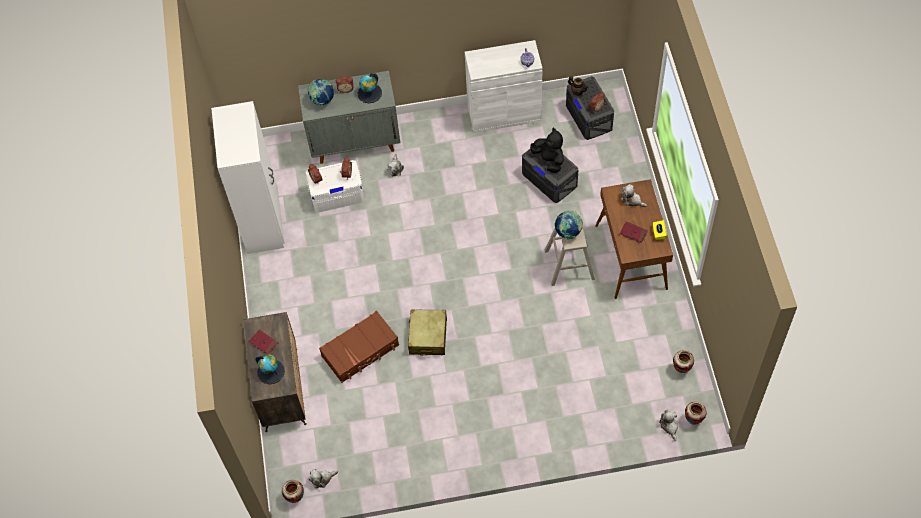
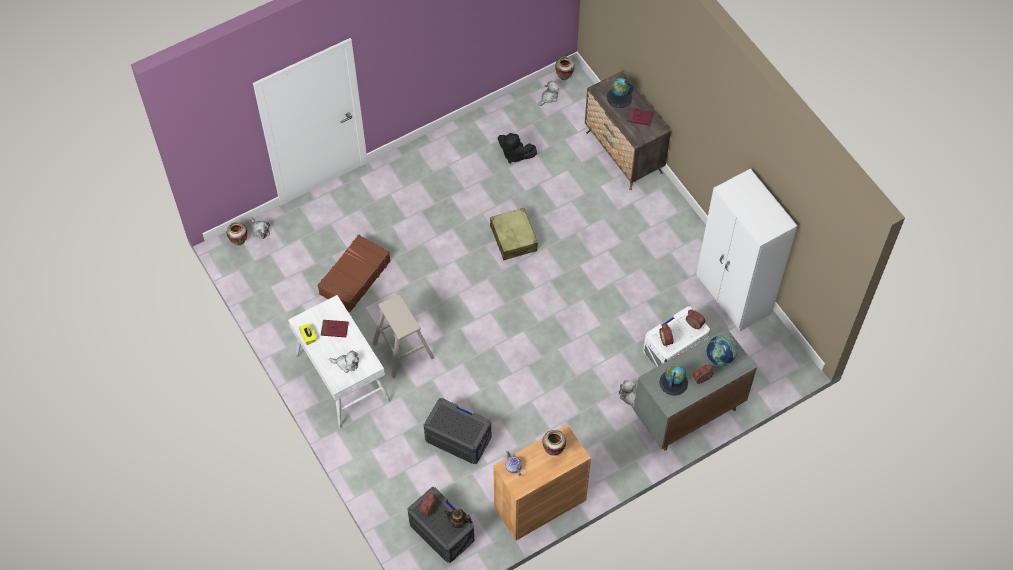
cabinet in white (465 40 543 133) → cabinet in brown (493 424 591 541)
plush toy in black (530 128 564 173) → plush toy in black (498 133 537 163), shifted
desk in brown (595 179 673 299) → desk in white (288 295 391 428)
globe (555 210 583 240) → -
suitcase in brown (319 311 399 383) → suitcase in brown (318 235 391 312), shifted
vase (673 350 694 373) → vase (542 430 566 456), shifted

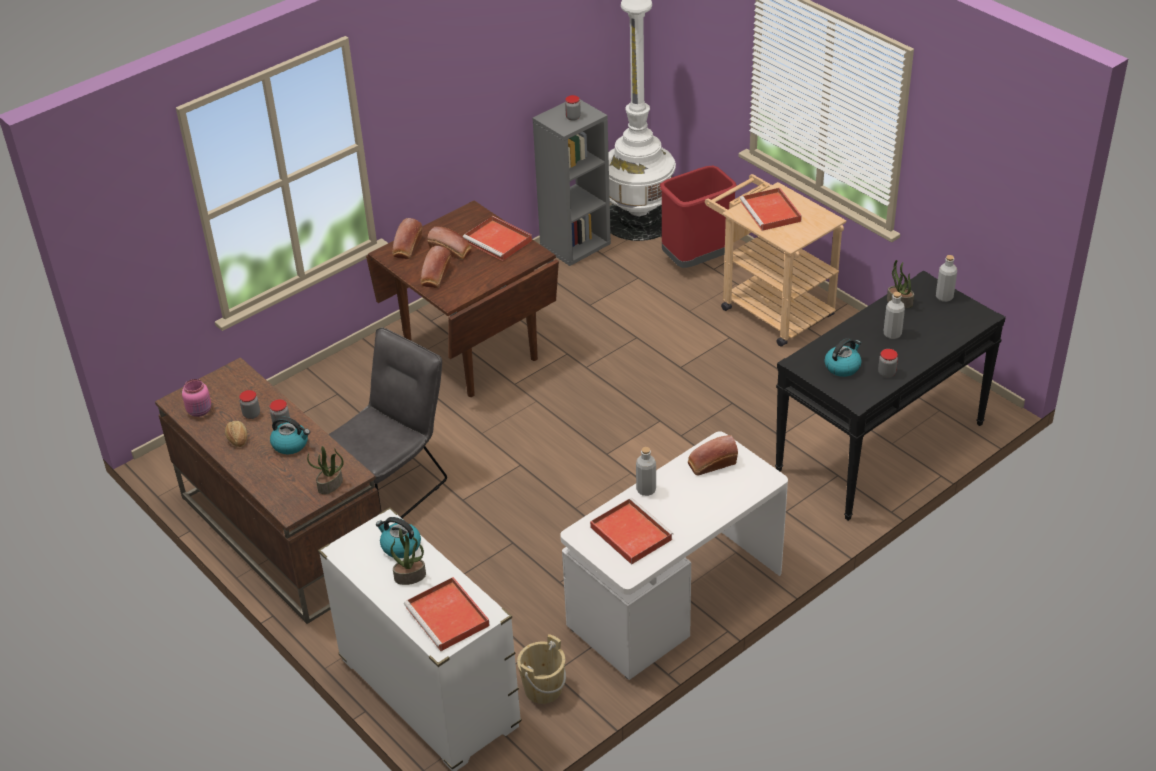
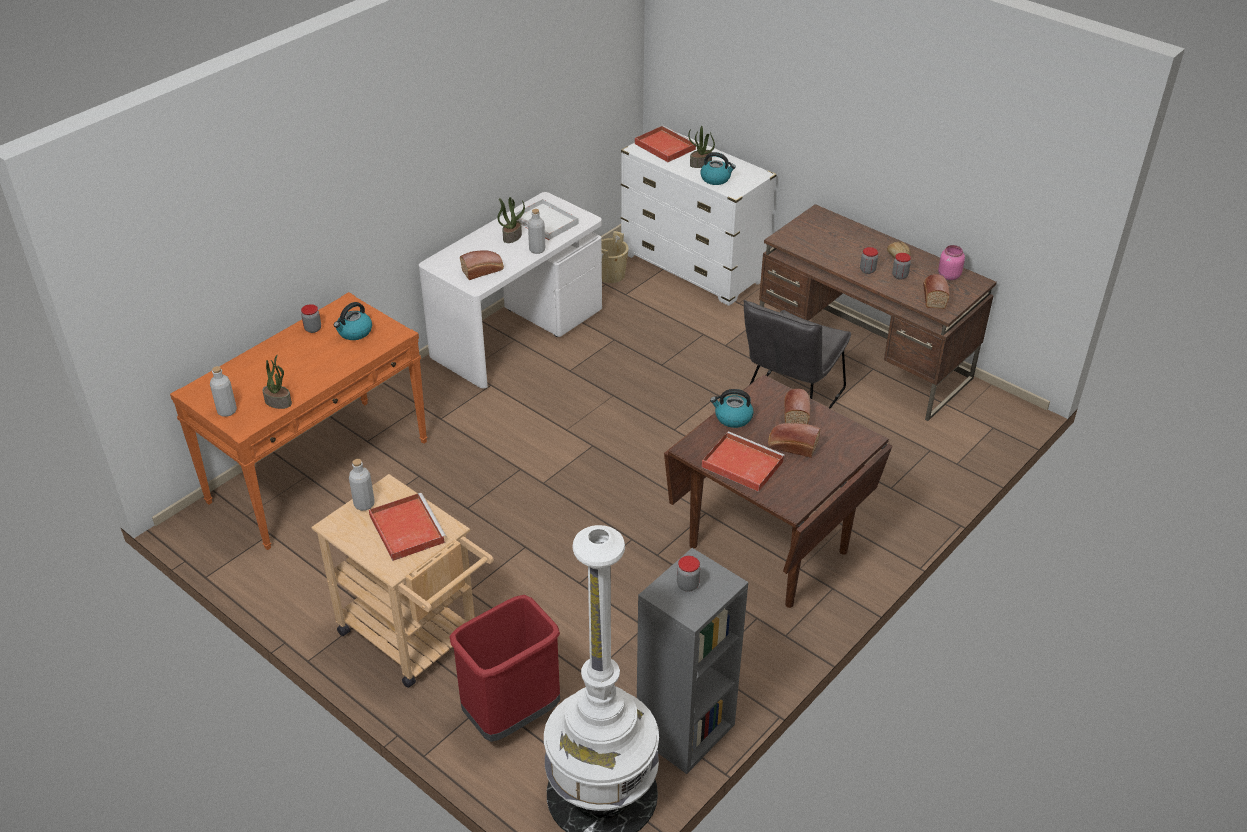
bread (392 218 422 259) → bread (923 274 950 309), shifted
console table in black (775 270 1006 521) → console table in orange (170 292 428 550)
bottle in grey (884 292 905 339) → bottle in grey (349 459 375 511), shifted
kettle (270 416 310 454) → kettle (710 389 754 428), shifted
potted plant (307 446 344 494) → potted plant (498 197 525 243), shifted
tray in red (590 498 674 565) → tray in white (515 199 579 240)

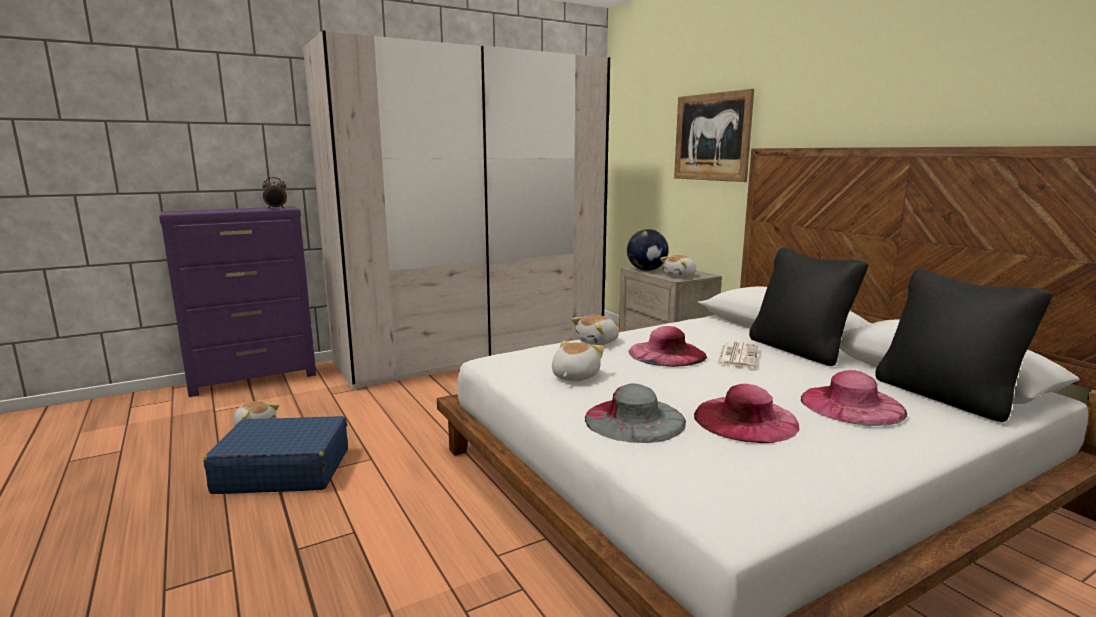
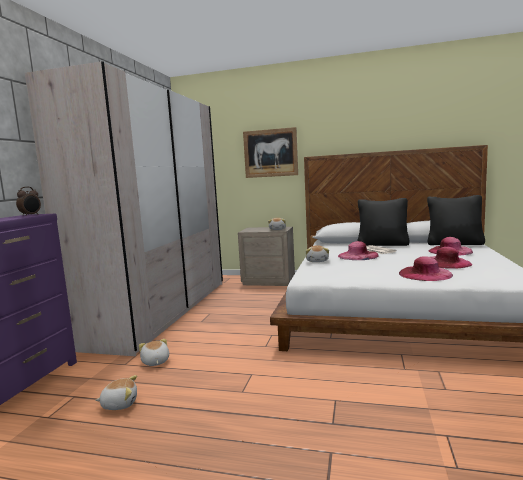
globe (627 229 669 271) → -
plush toy (552 341 604 381) → plush toy (139 339 169 366), shifted
hat in grey (585 384 686 443) → hat in pink (399 256 453 281)
suitcase in blue (203 416 348 494) → -

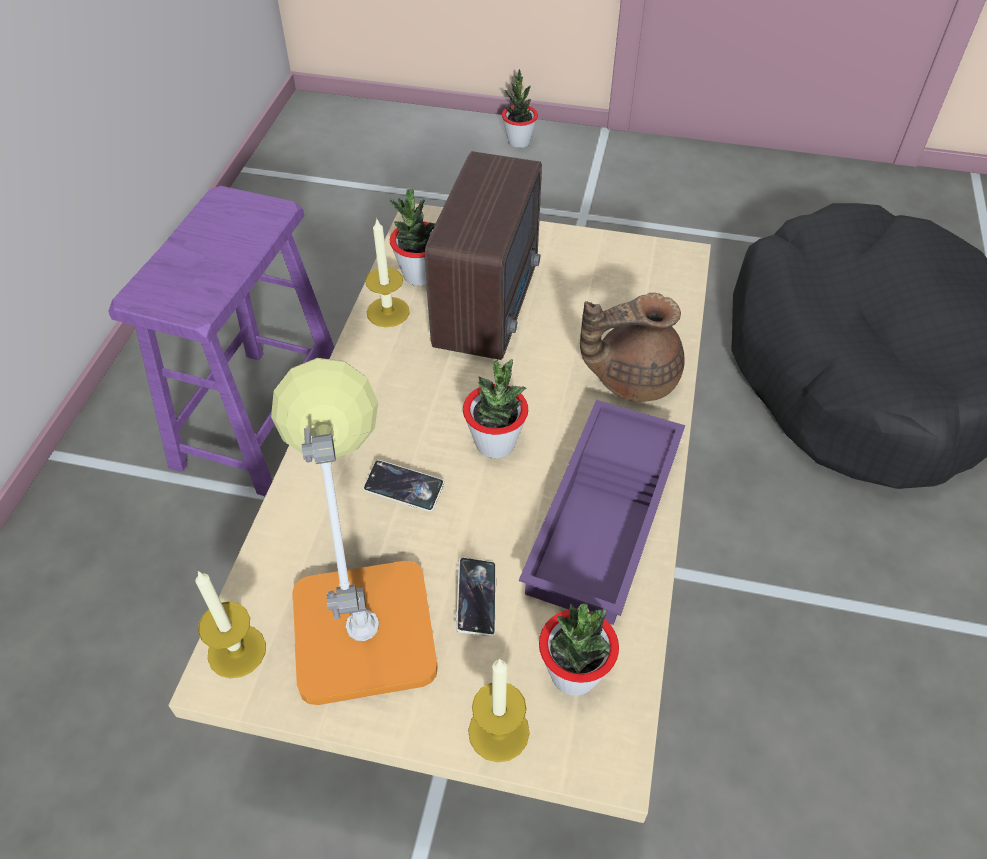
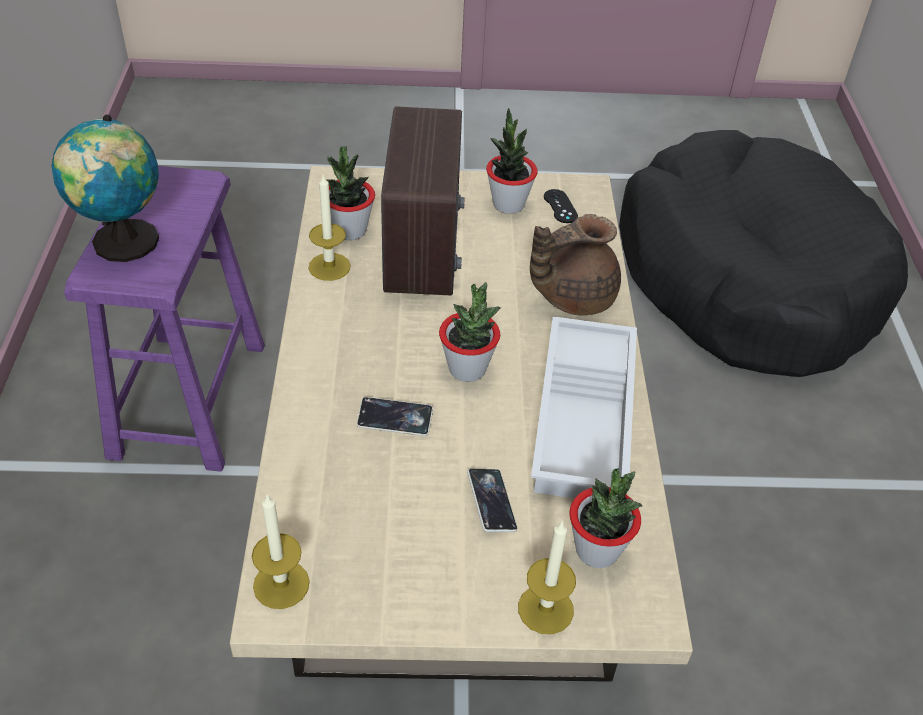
potted plant (502 69 538 148) → potted plant (486 108 538 214), shifted
table lamp (271 358 438 705) → -
tray in purple (519 400 685 625) → tray in white (531 316 637 498)
- → globe (52 114 159 262)
- → game controller in black (544 189 578 223)

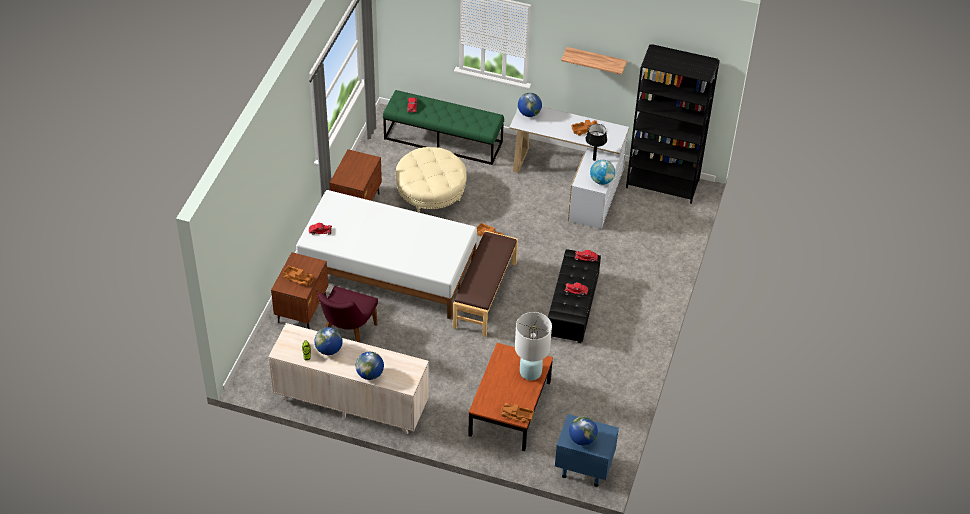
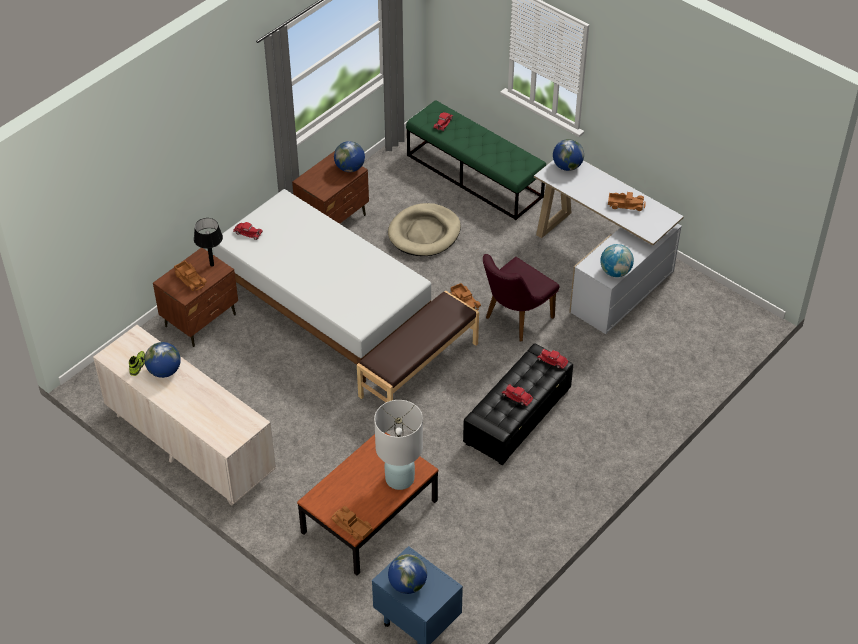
bookcase in black (626 44 720 204) → -
shelf (561 47 627 75) → -
table lamp in black (586 124 607 161) → table lamp in black (194 218 223 267), shifted
ottoman in beige (396 147 467 212) → dog bed in beige (388 203 461 256)
chair in purple (318 286 378 342) → chair in purple (483 254 560 341), shifted
globe (356 352 384 380) → globe (334 141 365 172), shifted

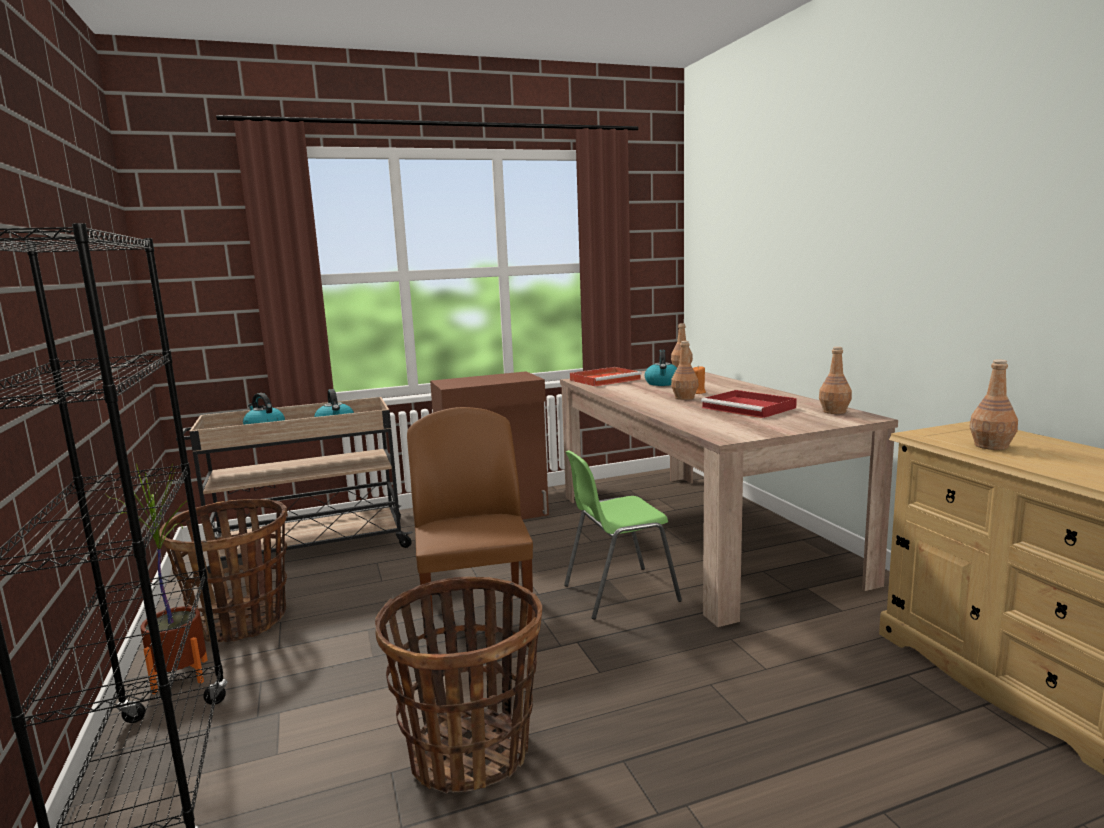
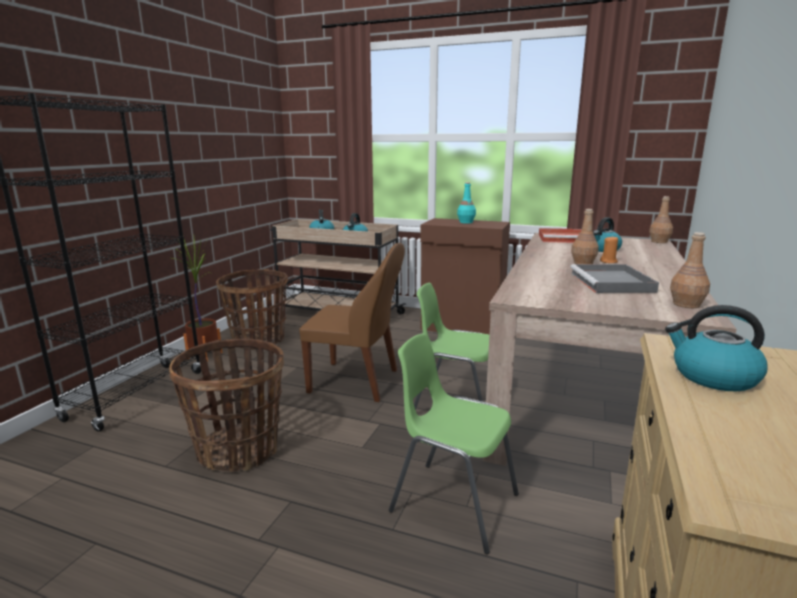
bottle in brown (970 360 1018 450) → kettle (665 305 768 391)
tray in red (701 390 797 418) → tray in grey (570 264 659 293)
chair in brown (407 407 533 625) → chair in brown (299 243 405 402), 75 degrees clockwise
- → bottle in turquoise (457 182 476 224)
- → chair in green (389 333 519 554)

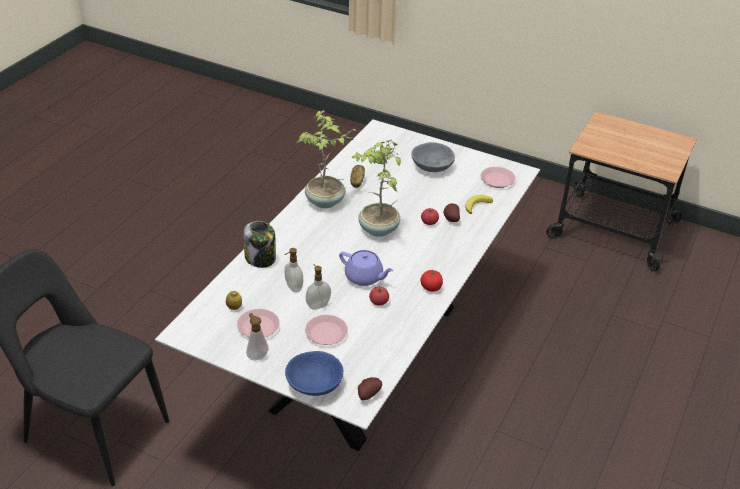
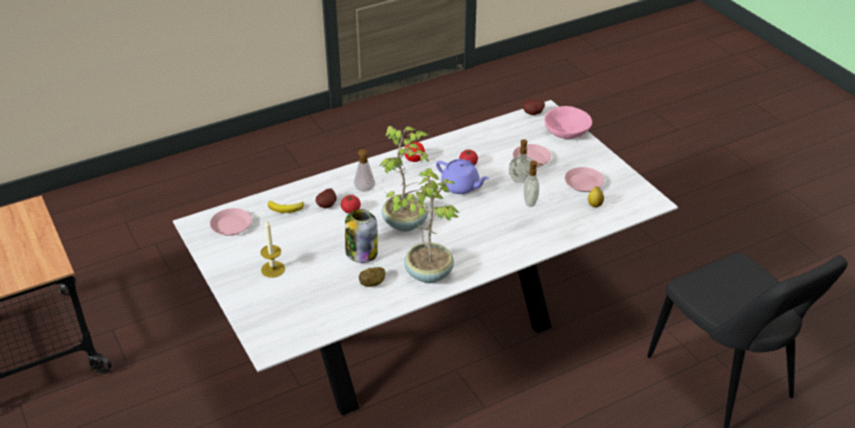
bowl in grey (411 142 455 172) → candle (260 220 285 278)
jar (244 221 276 268) → jar (345 209 378 263), shifted
teapot in purple (339 250 394 286) → teapot in purple (436 159 489 194), 150 degrees clockwise
soap dispenser (246 313 269 360) → soap dispenser (354 149 375 191), shifted
bowl in blue (285 351 343 396) → bowl in pink (544 106 592 139)

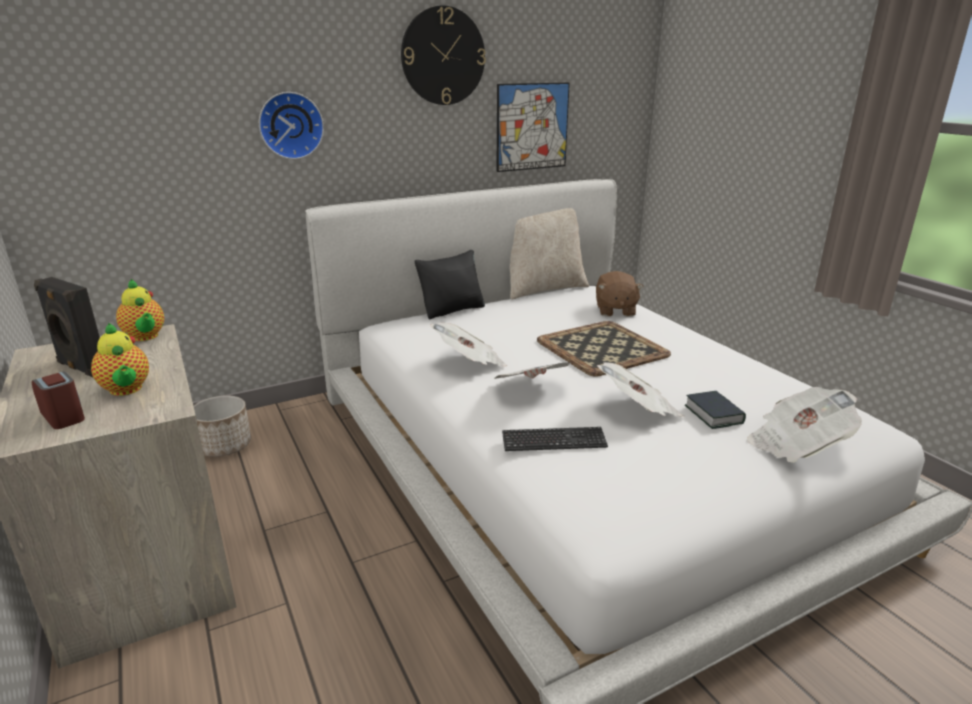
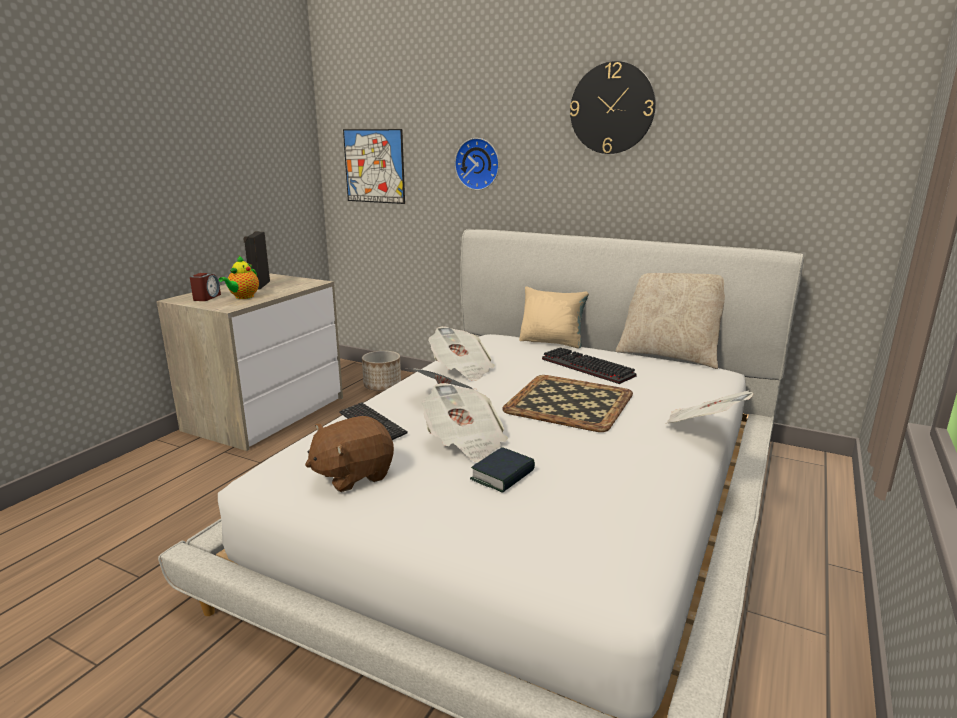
picture (496 82 570 172) → picture (343 129 405 204), shifted
pillow in black (414 250 485 319) → pillow in beige (519 287 589 349)
plush toy in brown (596 271 644 317) → plush toy in brown (305 416 394 492), shifted
teapot (116 279 164 341) → -
newspaper (747 387 862 463) → newspaper (665 390 754 424), shifted
- → keyboard (542 347 637 384)

